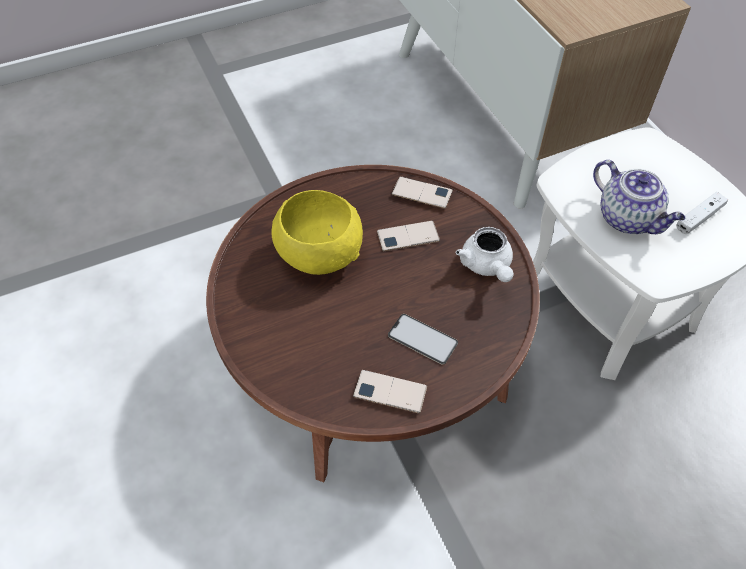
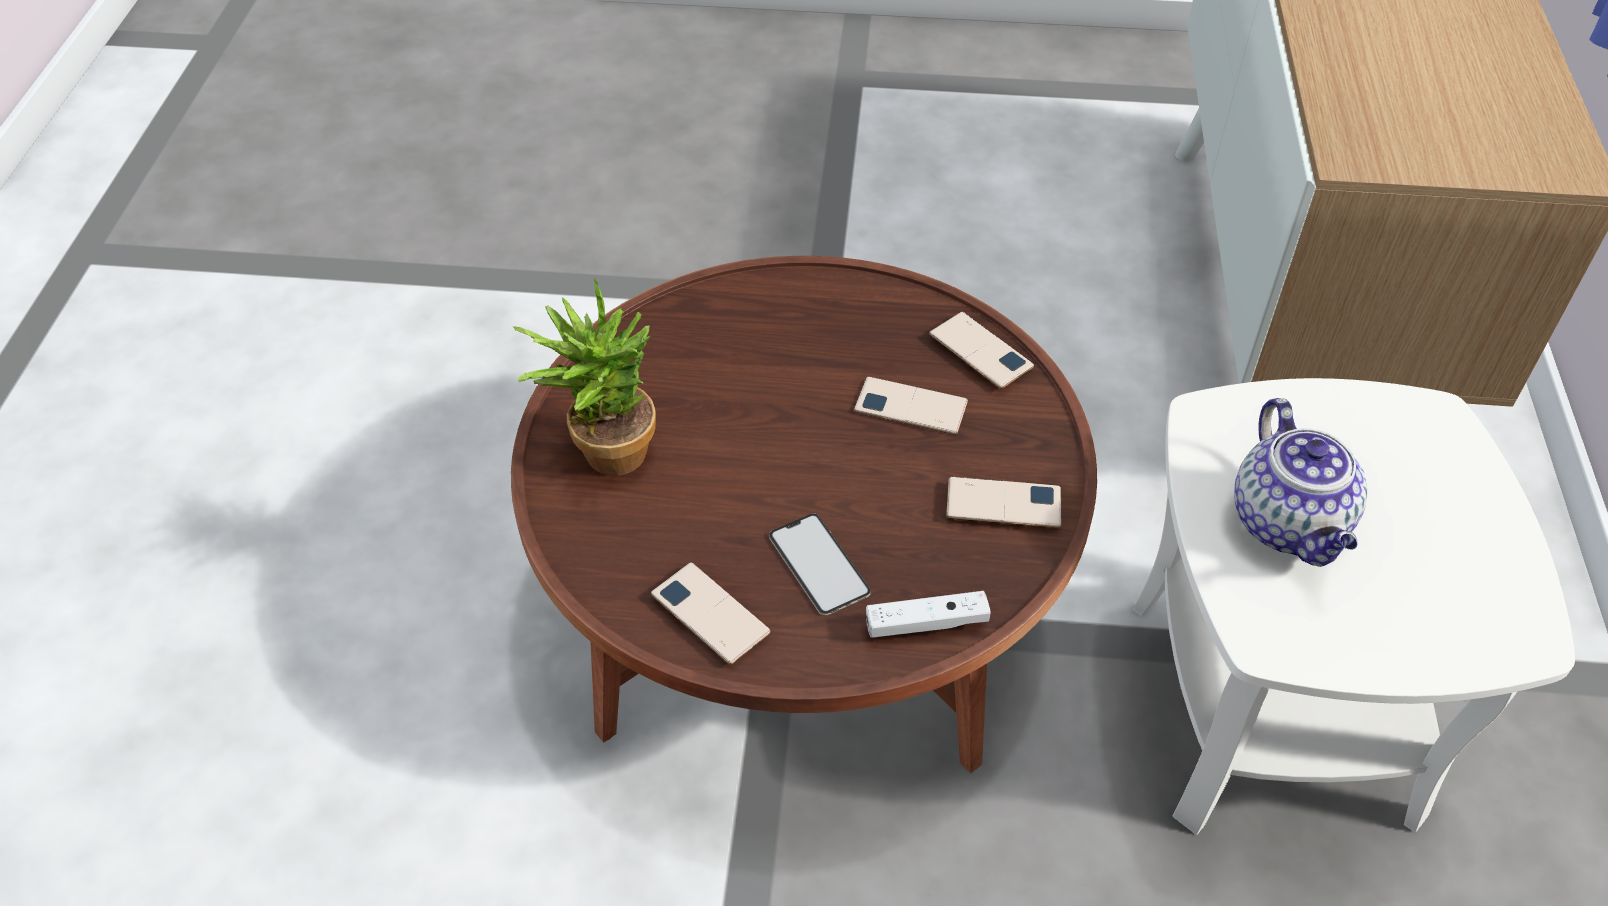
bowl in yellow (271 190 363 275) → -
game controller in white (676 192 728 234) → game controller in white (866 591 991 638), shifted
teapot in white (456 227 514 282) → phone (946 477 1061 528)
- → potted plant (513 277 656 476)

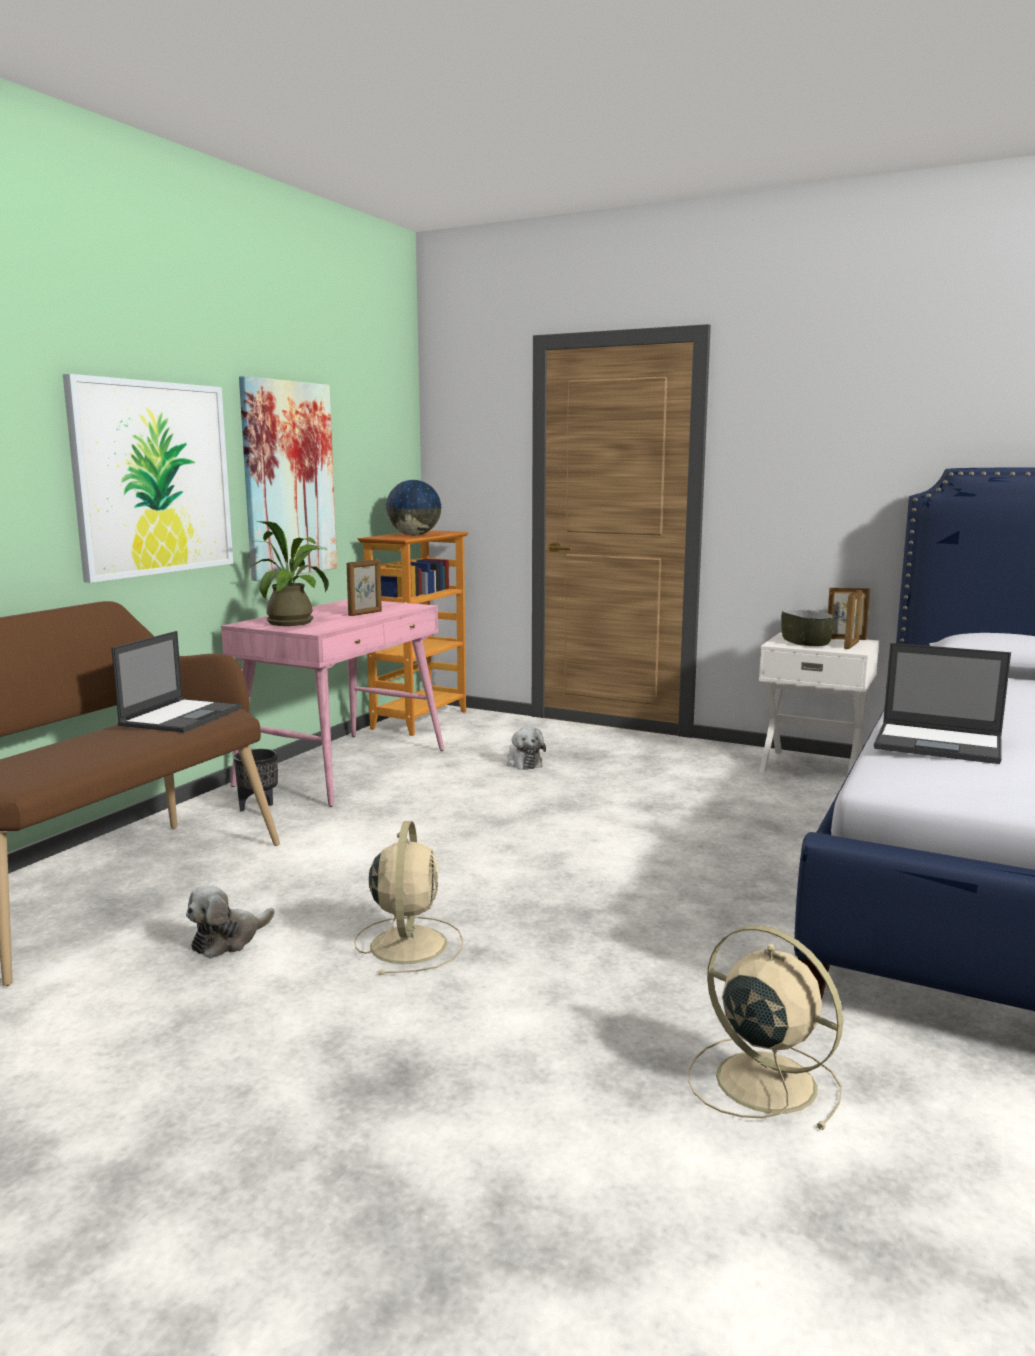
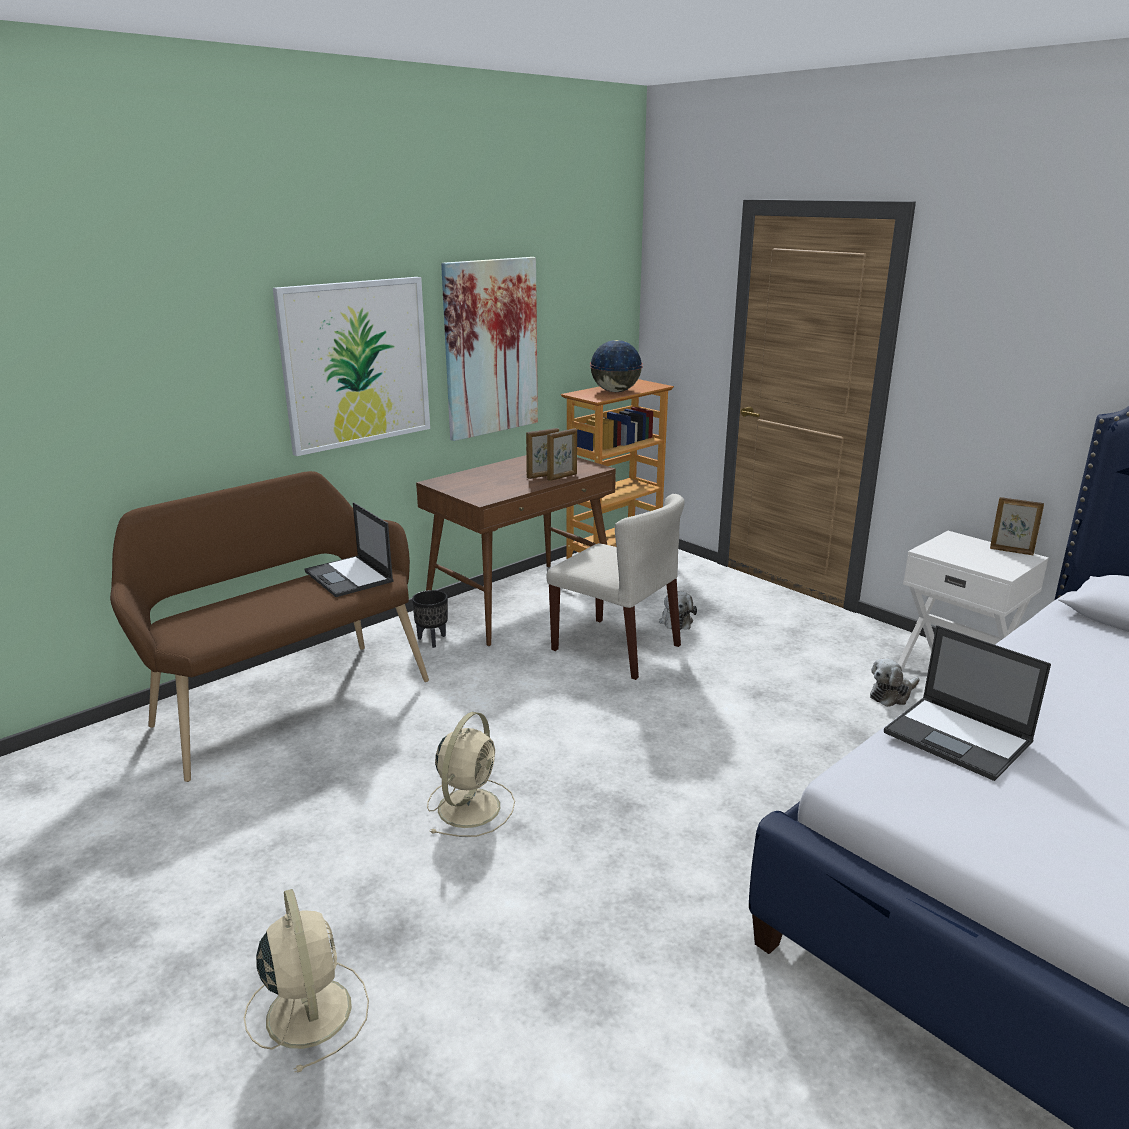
potted plant (248 521 329 626) → -
picture frame (844 590 863 649) → picture frame (547 428 577 481), shifted
desk in pink (221 599 444 807) → desk in brown (416 455 616 646)
bowl (781 609 834 646) → -
laptop (111 631 242 733) → laptop (305 502 394 597), 105 degrees clockwise
plush toy (186 885 274 959) → plush toy (870 659 920 707), shifted
fan in beige (688 926 843 1130) → fan in beige (244 889 369 1073), shifted
- → chair in beige (546 494 685 680)

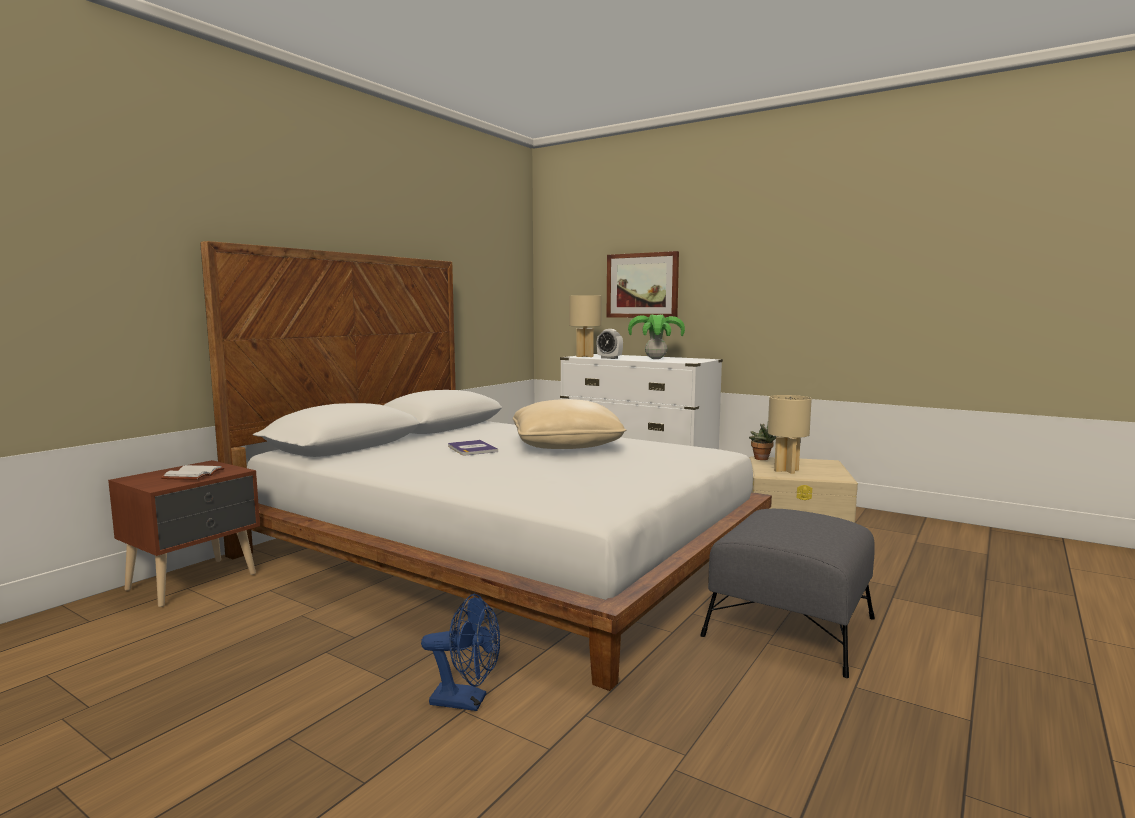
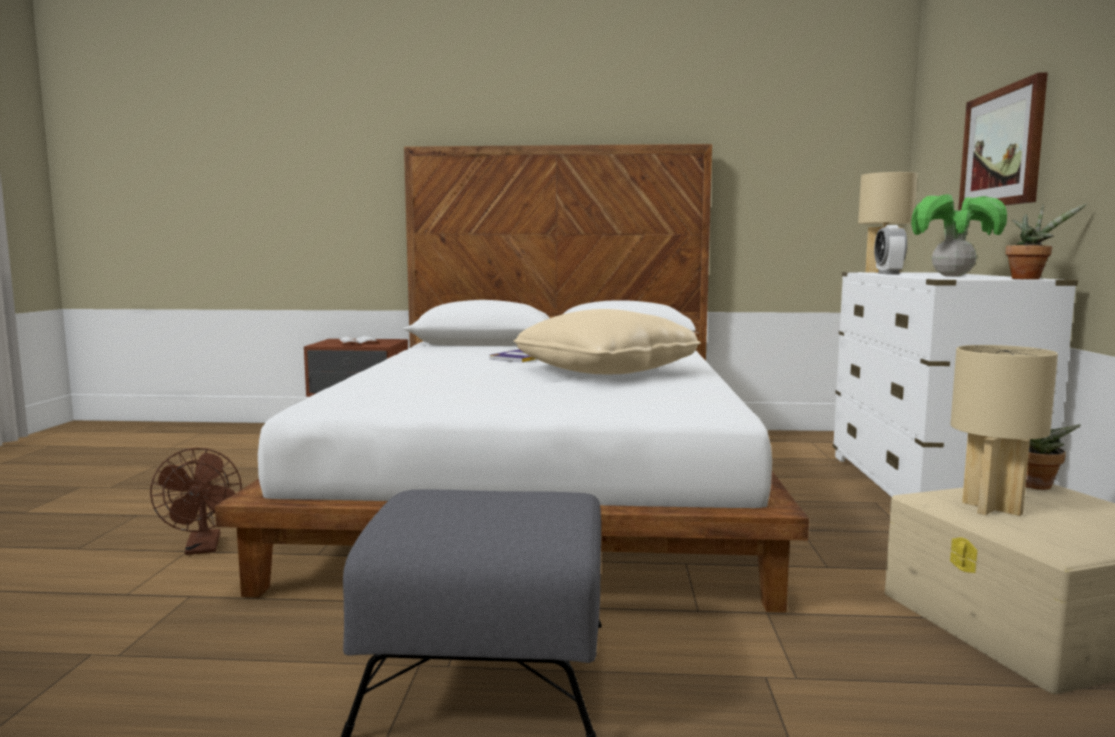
fan in blue (421 594 500 711) → fan in brown (150 448 242 555)
- → potted plant (1005 203 1088 279)

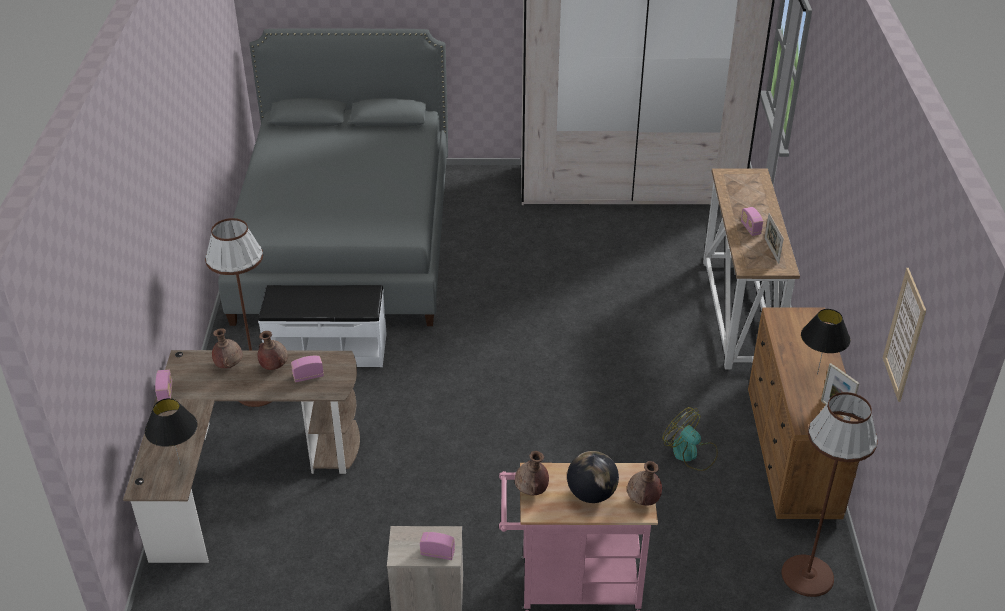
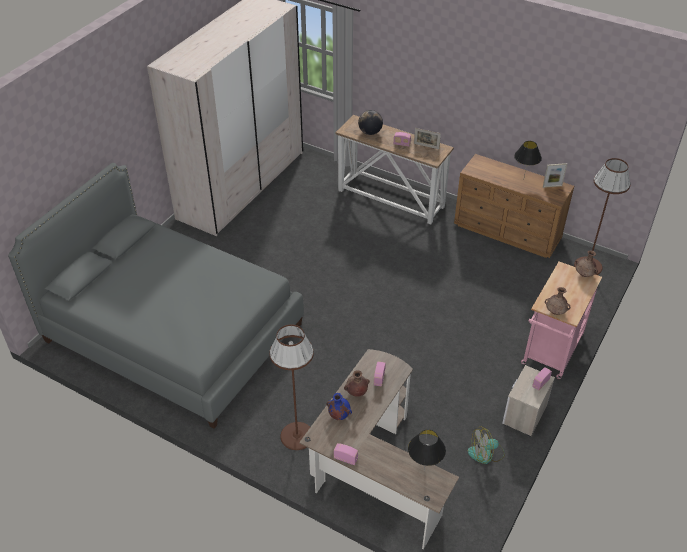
picture (883 268 926 402) → -
bench in white (258 285 387 367) → -
vase in brown (212 328 243 368) → vase in blue (326 393 352 420)
fan (663 407 718 471) → fan (468 427 505 464), shifted
globe (567 451 619 503) → globe (358 110 383 135), shifted

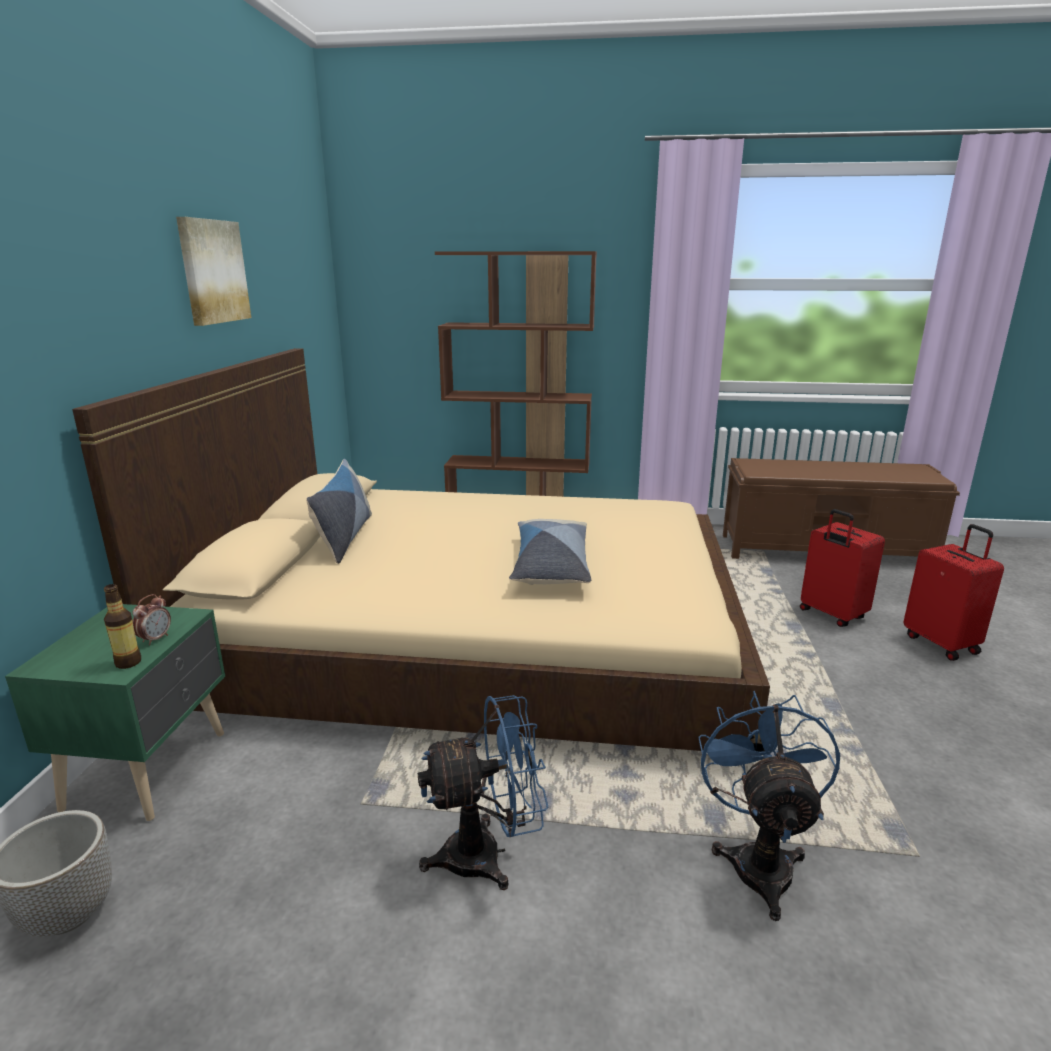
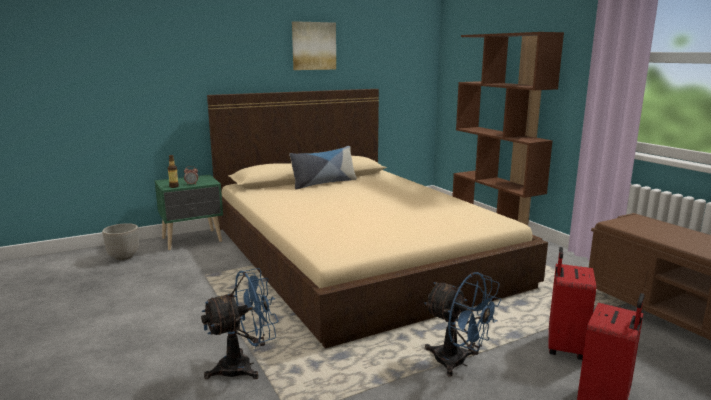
pillow (509 519 591 585) → -
fan in blue (418 695 548 890) → fan in blue (424 272 501 377), shifted

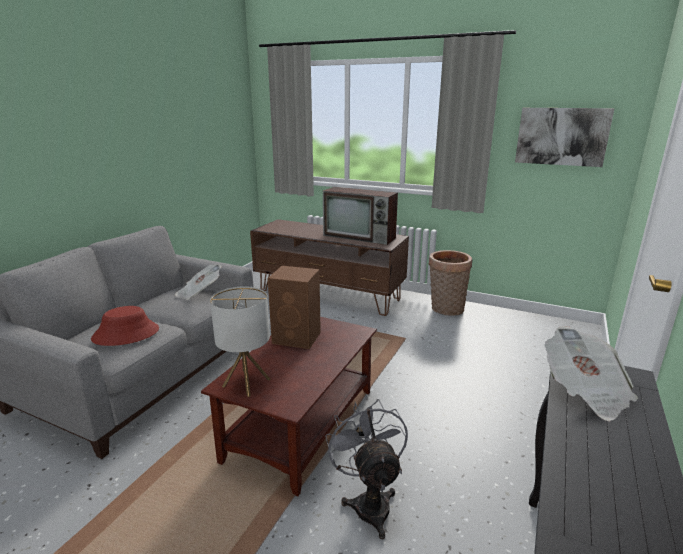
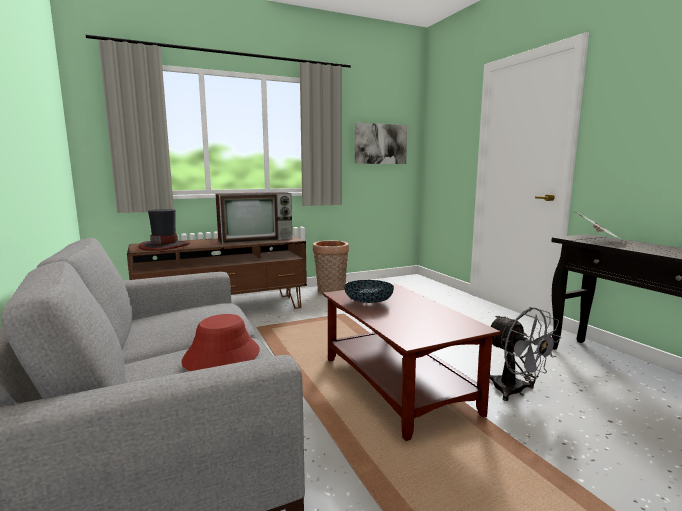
newspaper (175 264 222 300) → -
speaker in brown (268 266 321 349) → bowl (344 280 394 303)
table lamp (210 286 270 397) → -
fan in grey (325 399 408 540) → fan in grey (490 307 561 401), 150 degrees counterclockwise
- → hat (138 209 190 251)

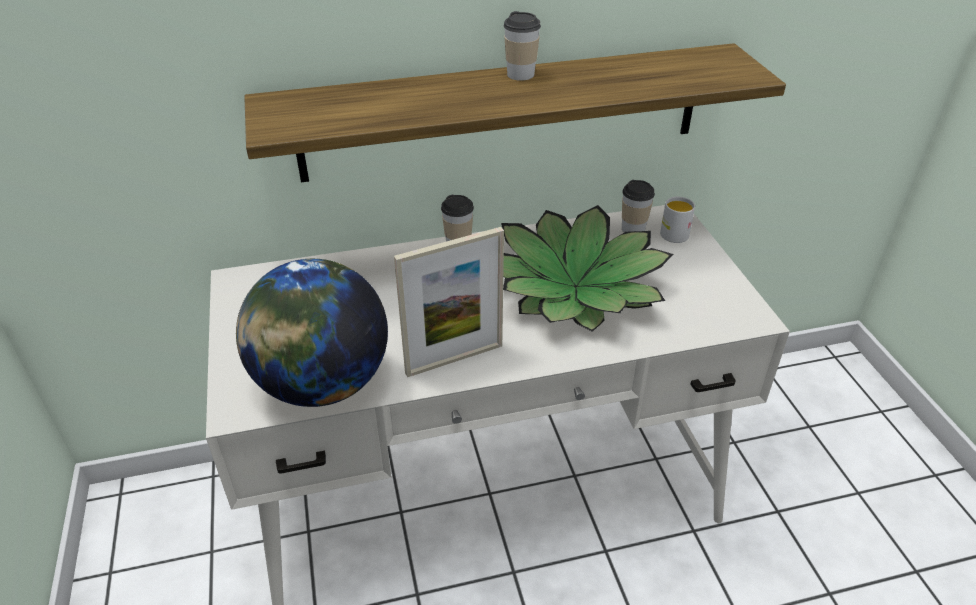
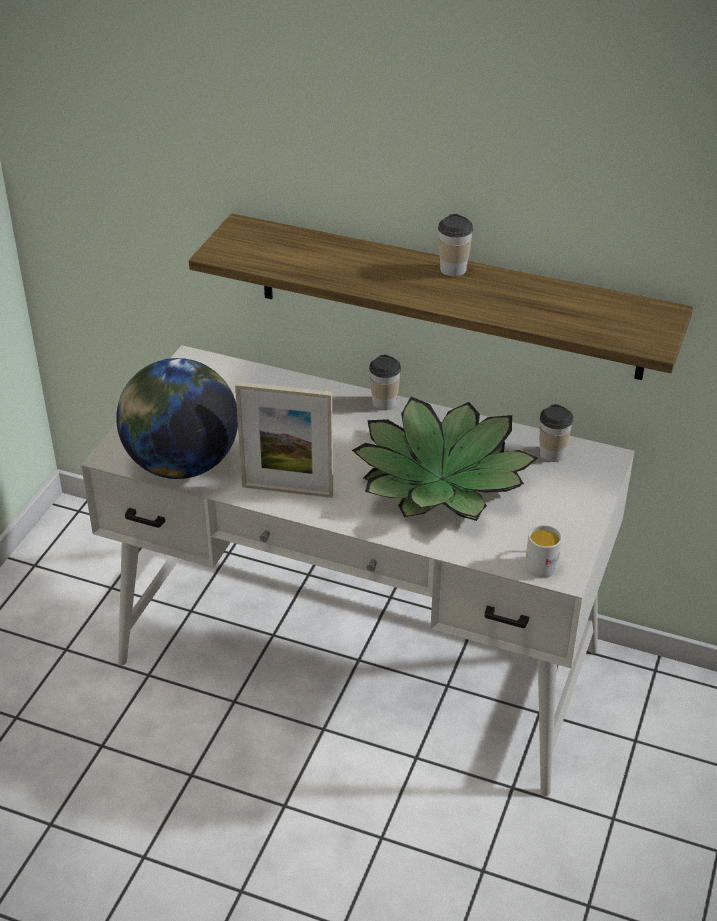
mug in white (660 197 695 243) → mug in white (525 525 562 578), shifted

